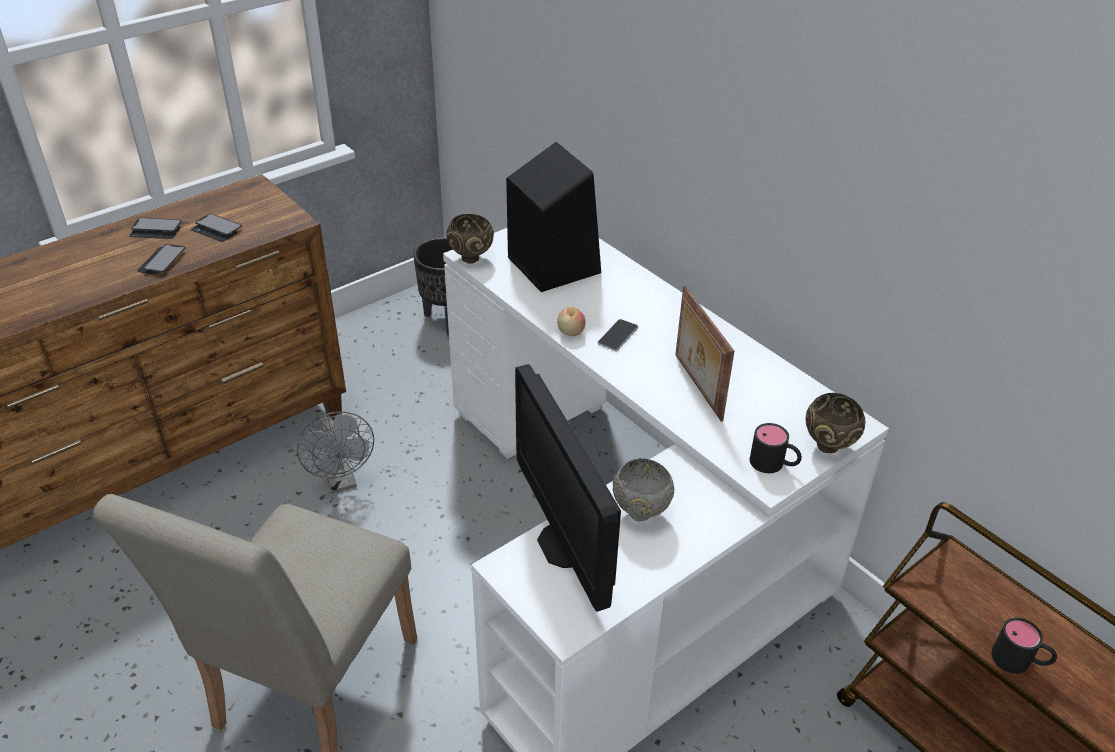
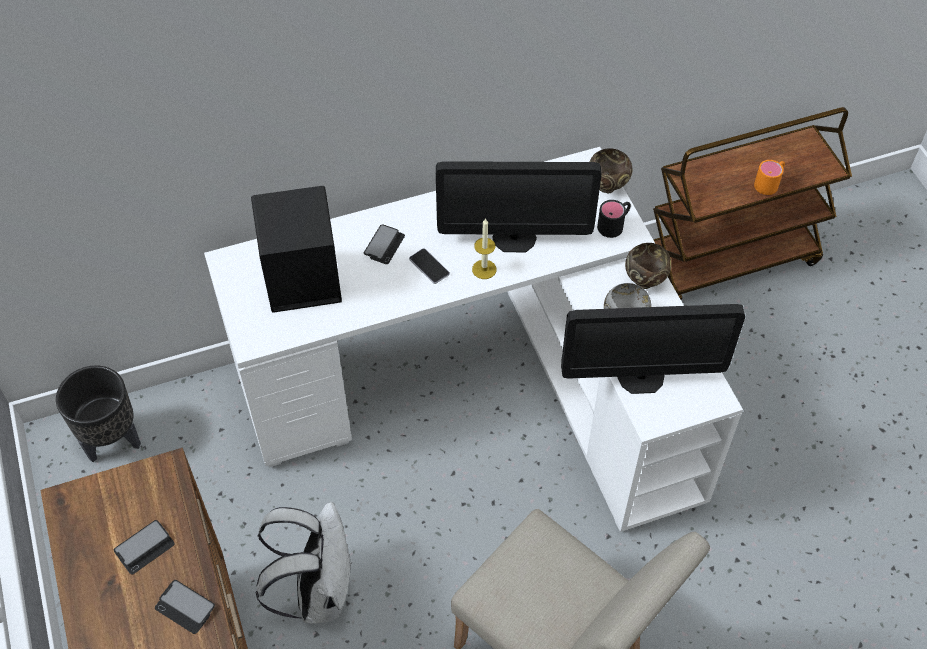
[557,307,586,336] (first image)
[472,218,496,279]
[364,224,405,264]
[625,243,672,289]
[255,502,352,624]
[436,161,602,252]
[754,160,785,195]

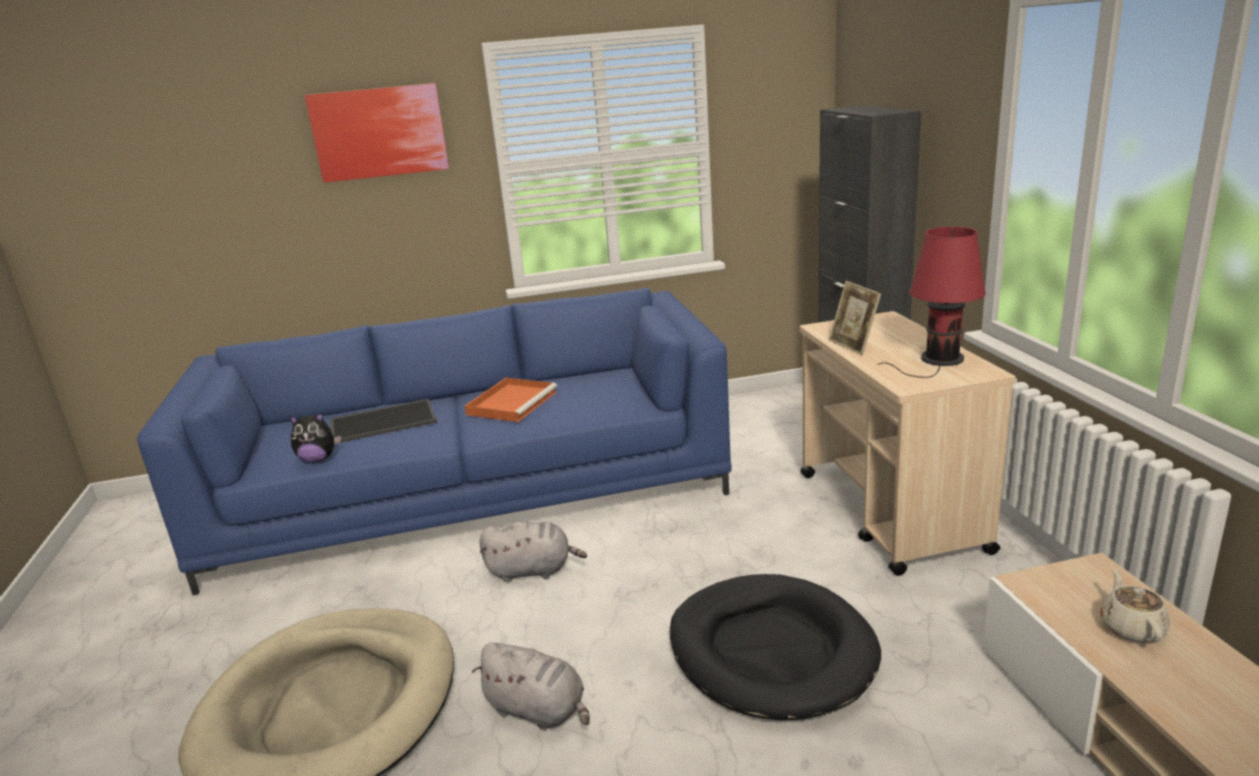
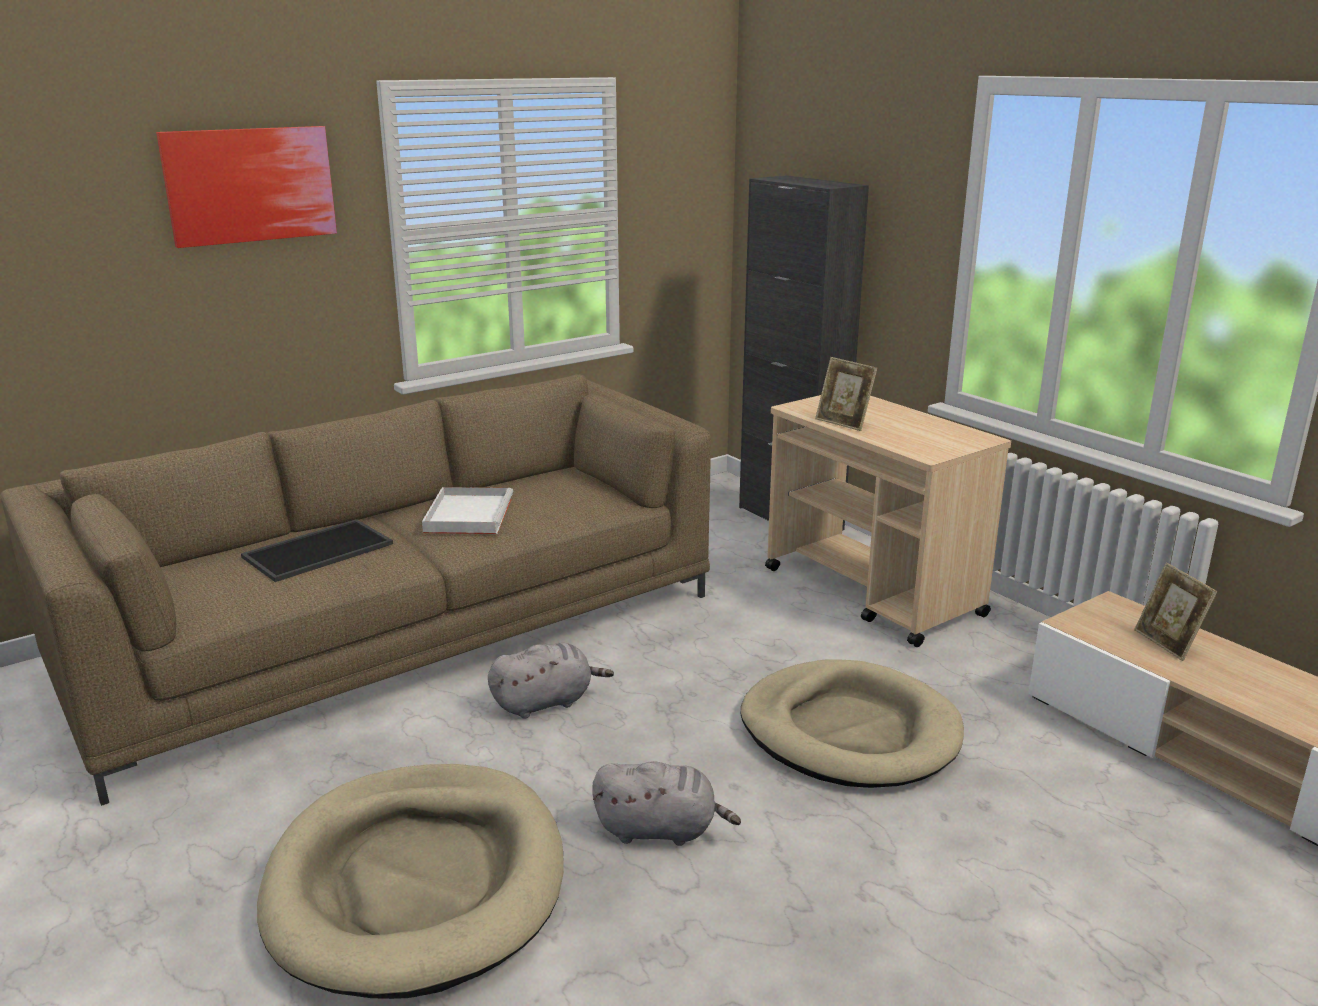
[290,412,341,462] (first image)
[877,227,986,378] (first image)
[1134,563,1217,661]
[0,374,711,806]
[422,487,513,534]
[741,659,964,788]

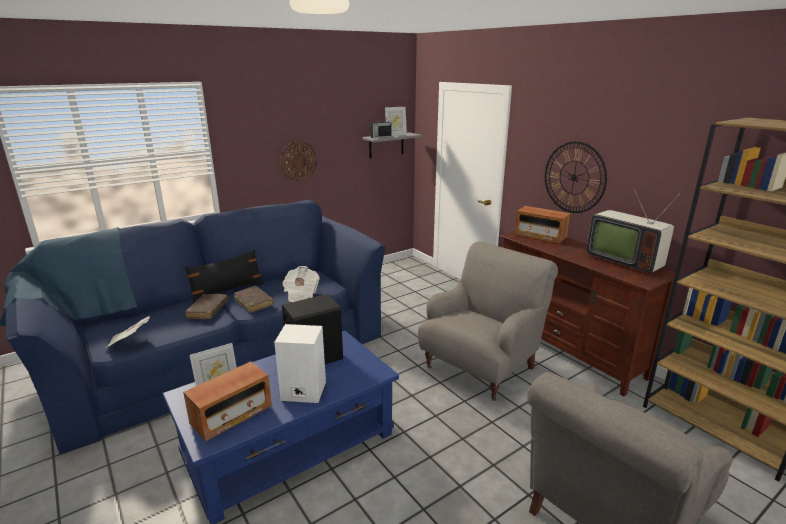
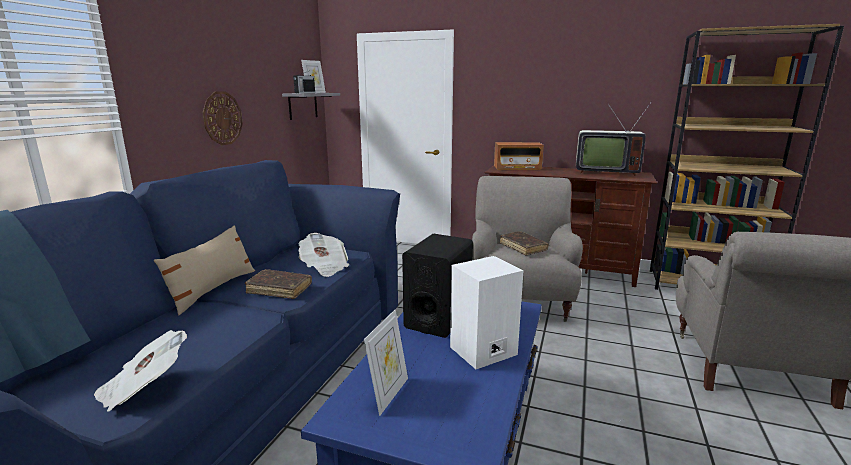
[183,361,272,442] (first image)
[545,141,607,213] (first image)
[500,231,549,255]
[154,225,255,315]

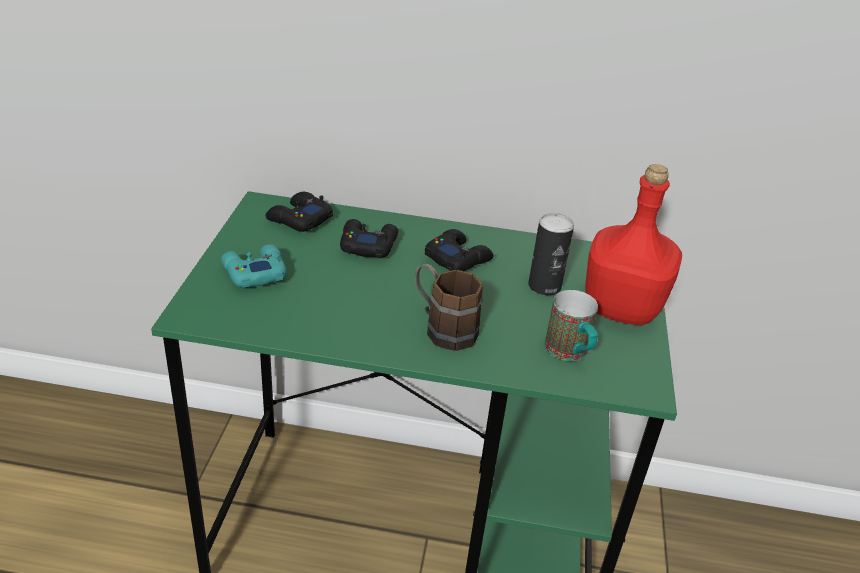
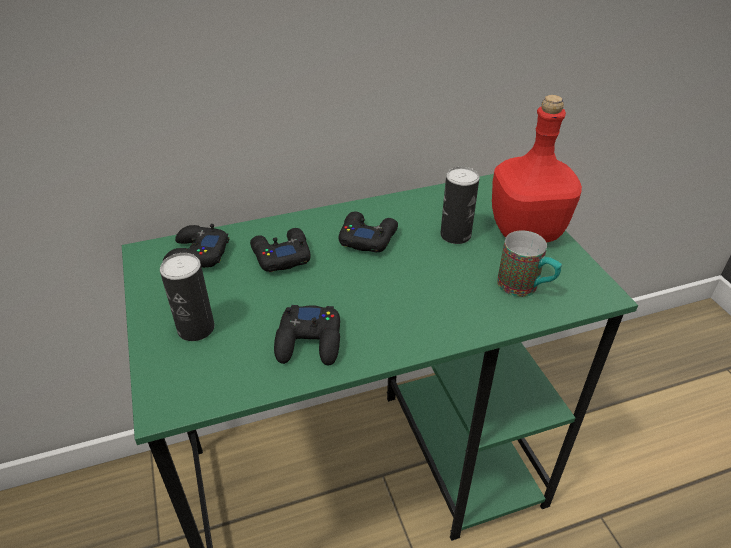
[415,263,483,351] (first image)
[274,305,340,366]
[160,253,215,341]

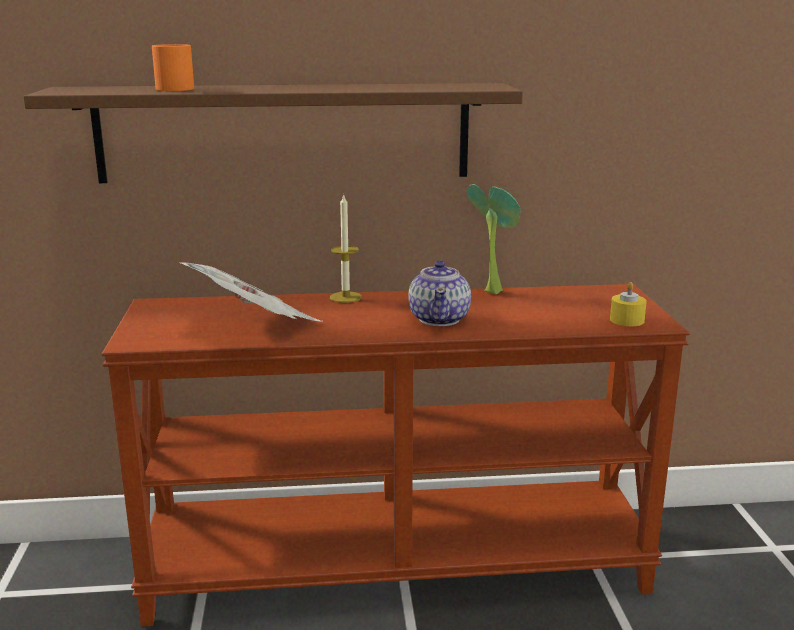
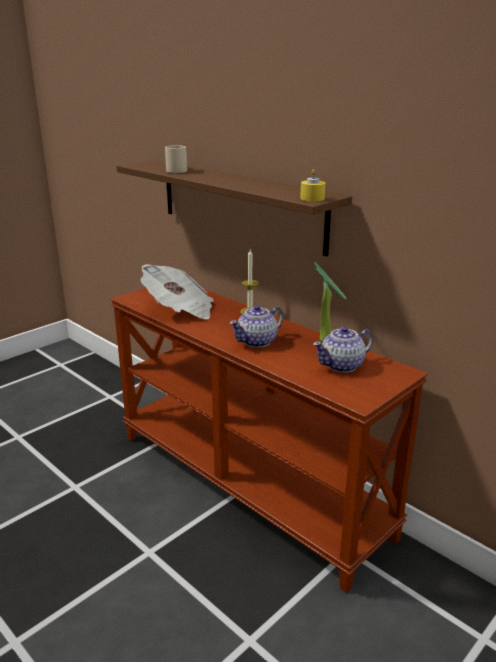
[313,326,373,373]
[300,169,325,202]
[165,145,187,173]

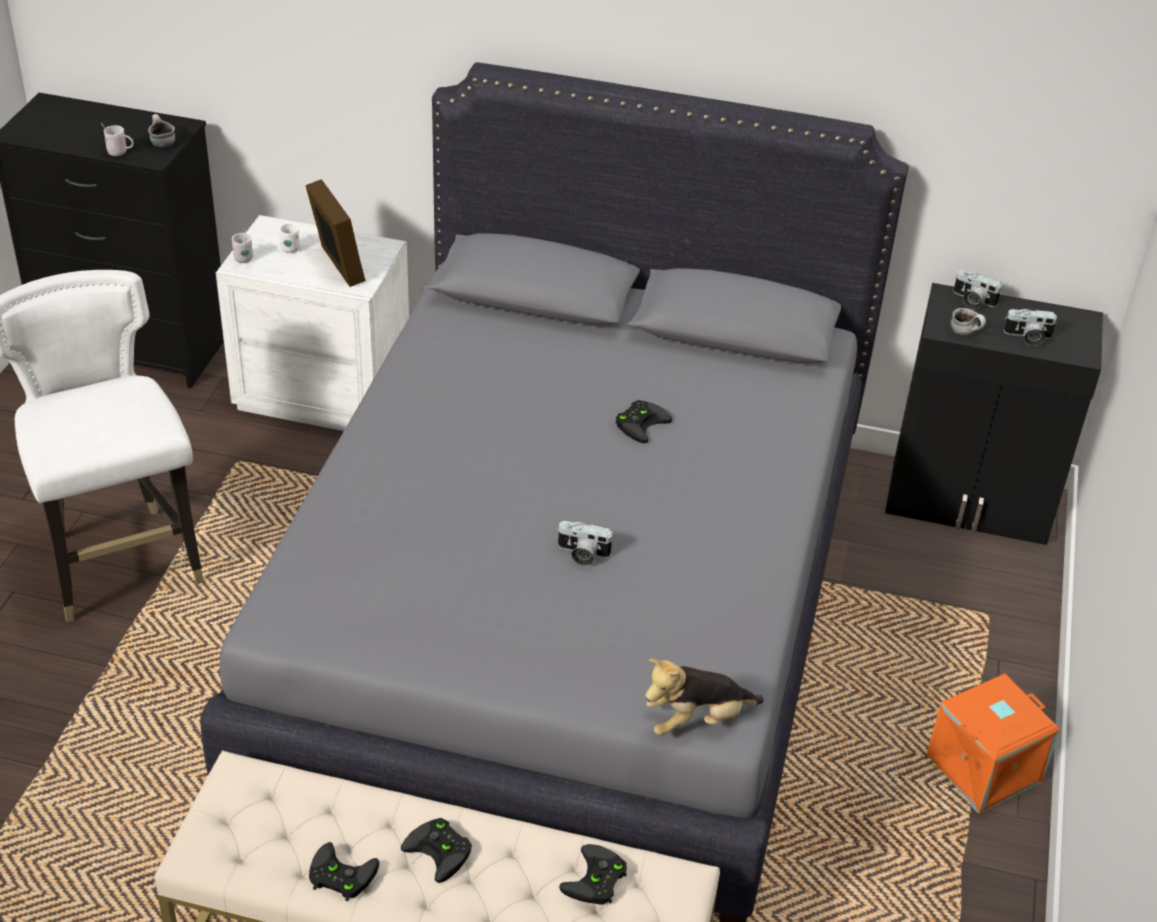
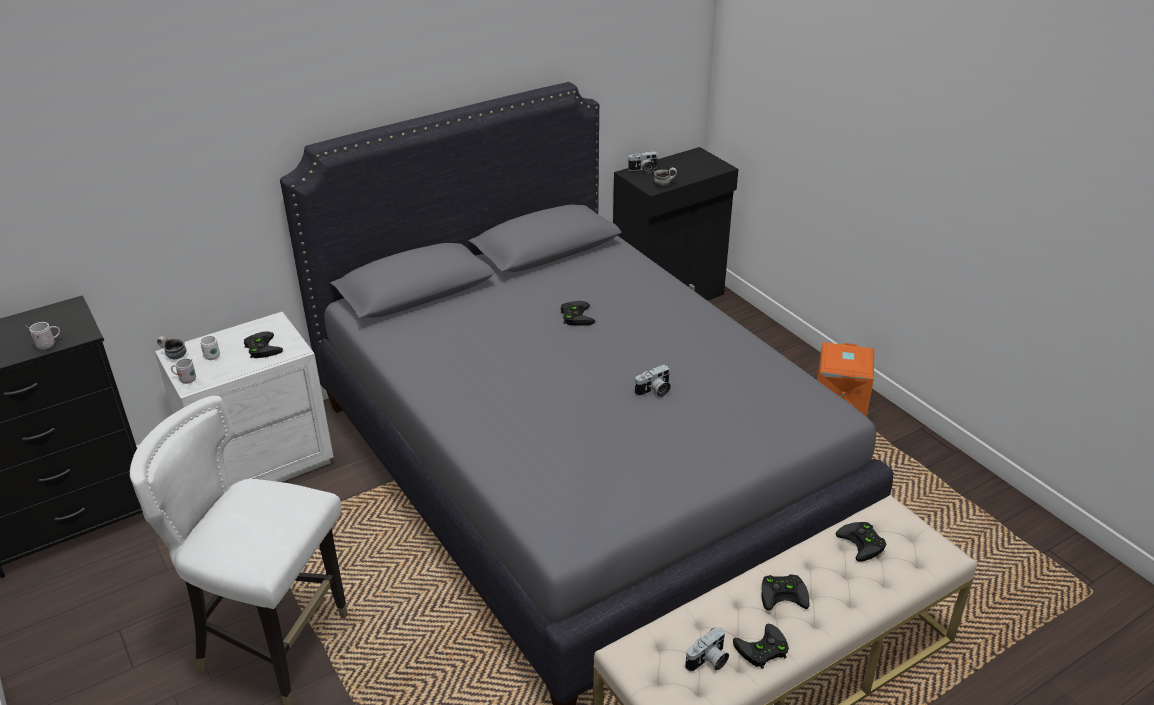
[645,658,764,736] (first image)
[157,336,186,359]
[685,626,729,672]
[244,331,283,358]

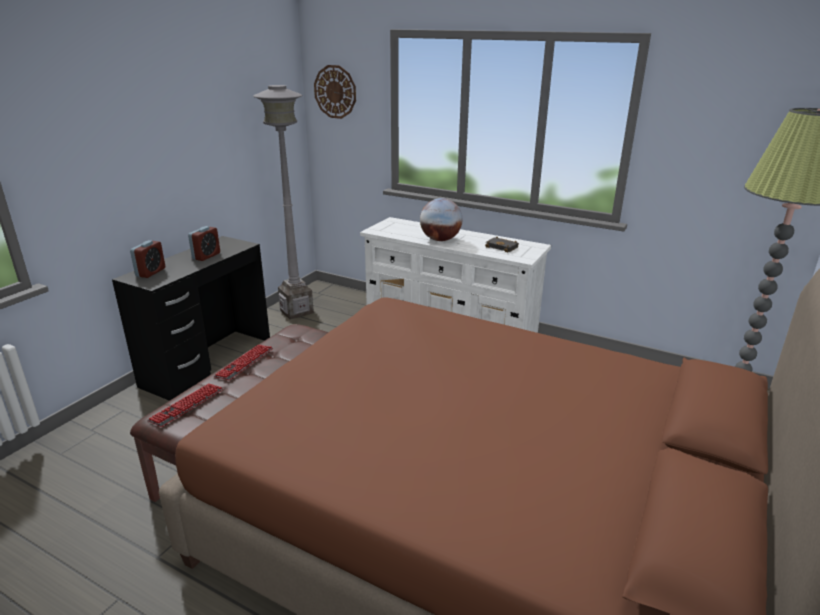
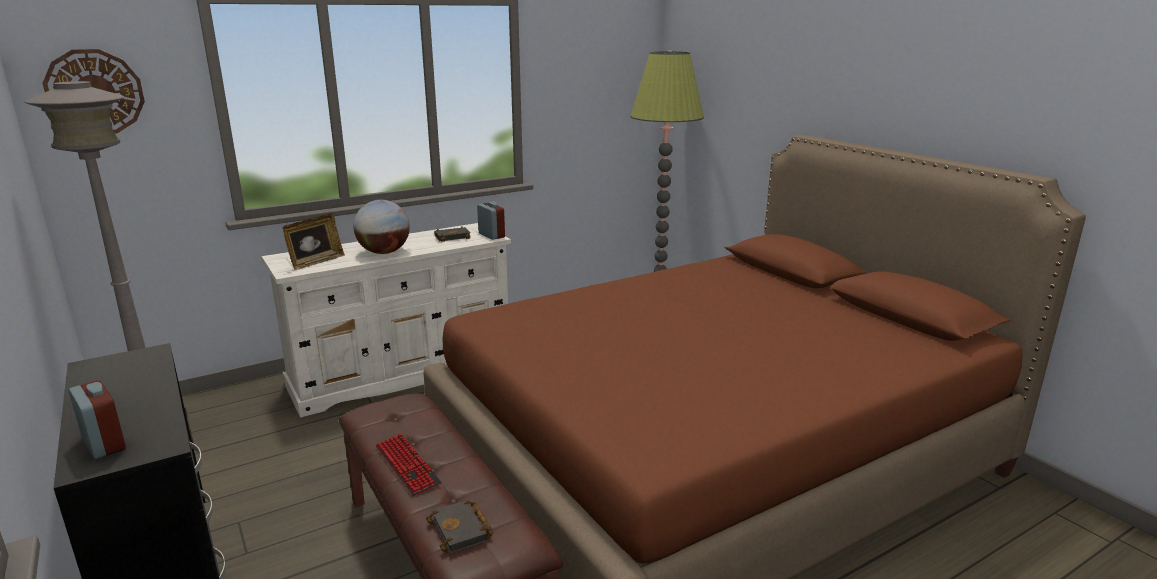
[282,213,345,270]
[477,202,505,240]
[426,500,493,554]

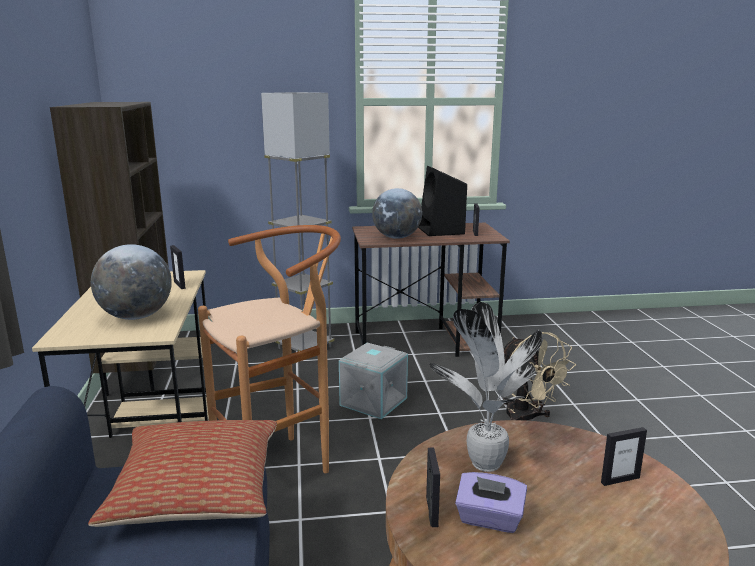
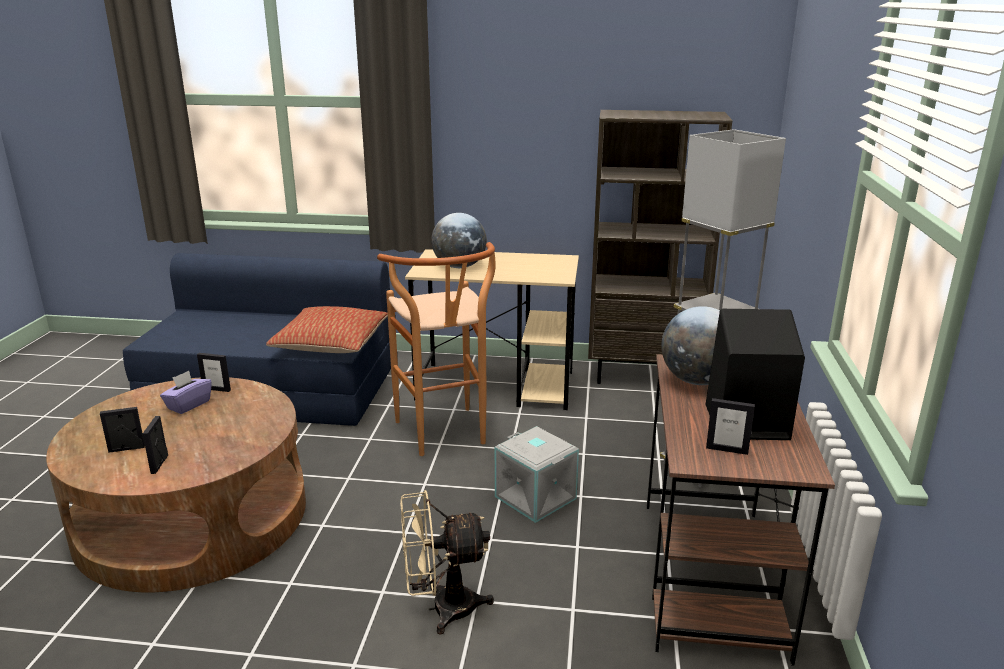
[429,302,542,472] (first image)
[100,407,145,453]

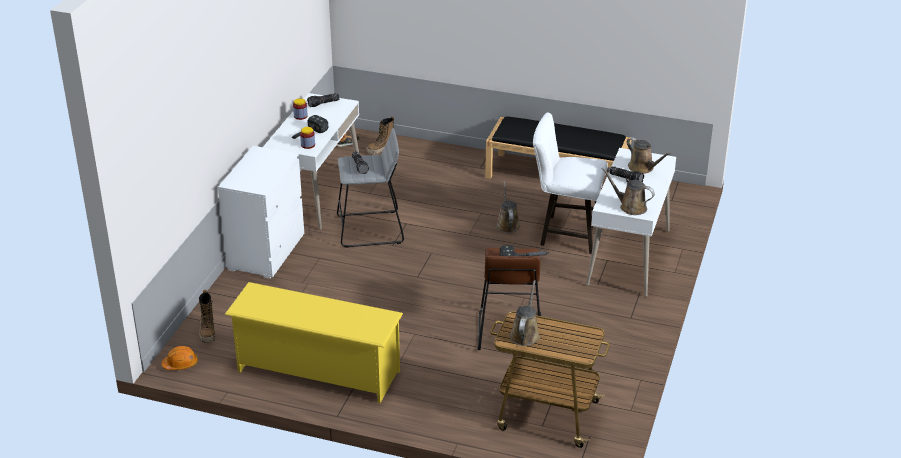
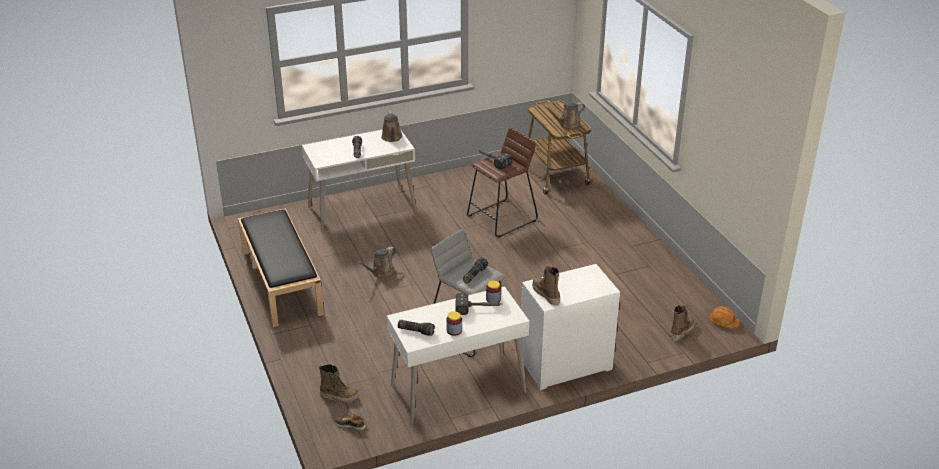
[225,282,403,403] (first image)
[533,113,608,254] (first image)
[627,137,671,174] (first image)
[532,266,560,306]

